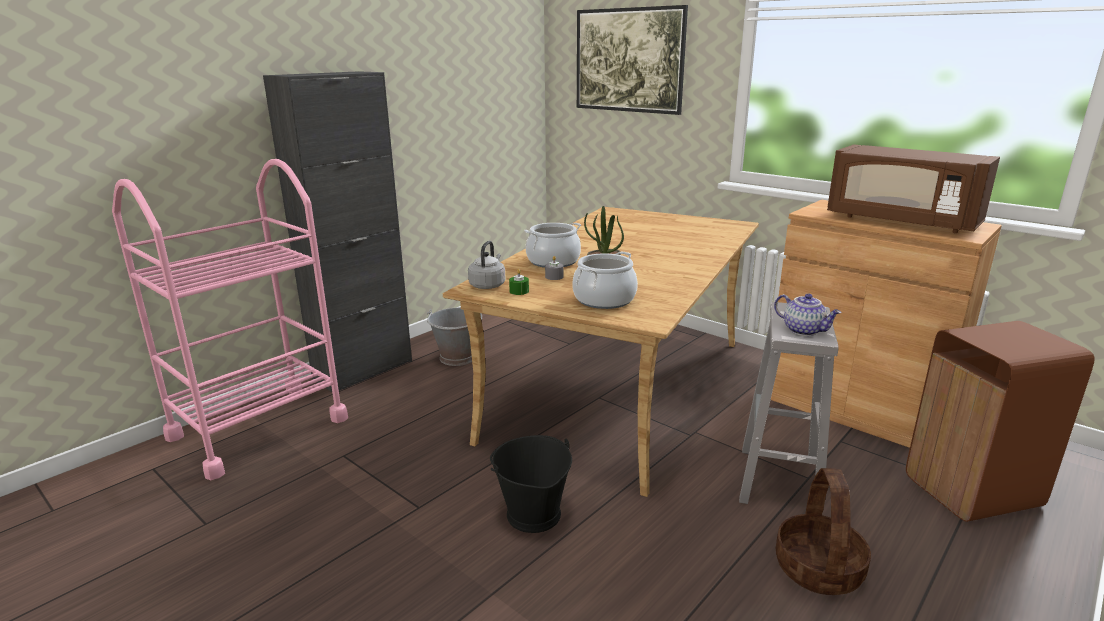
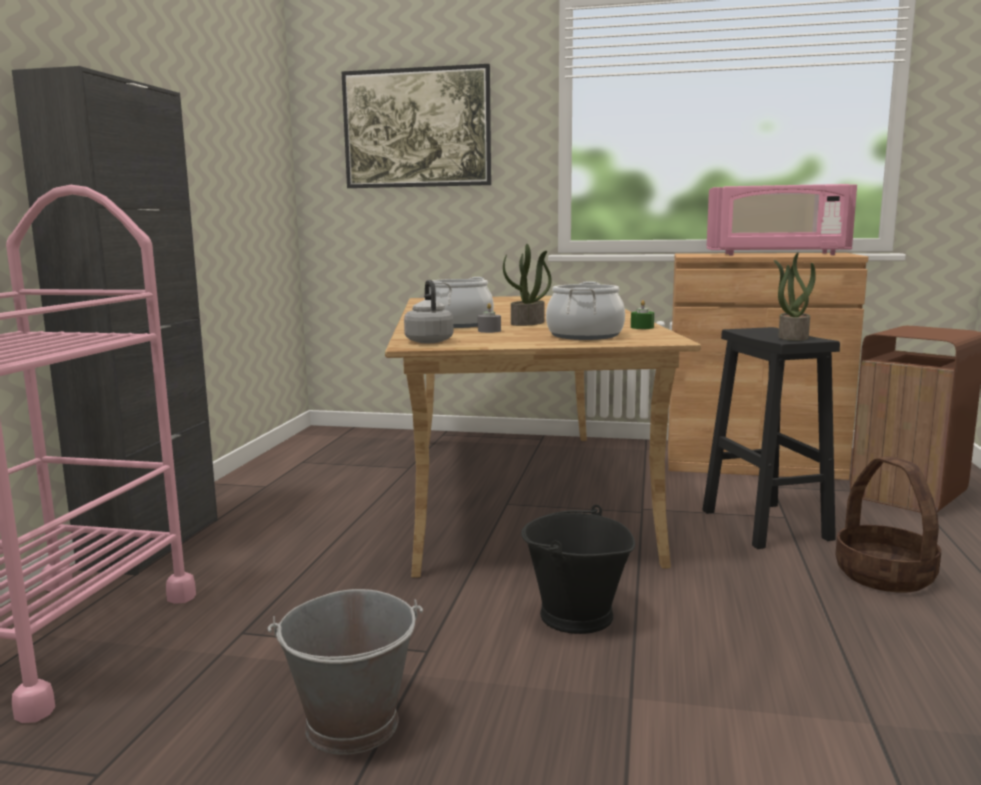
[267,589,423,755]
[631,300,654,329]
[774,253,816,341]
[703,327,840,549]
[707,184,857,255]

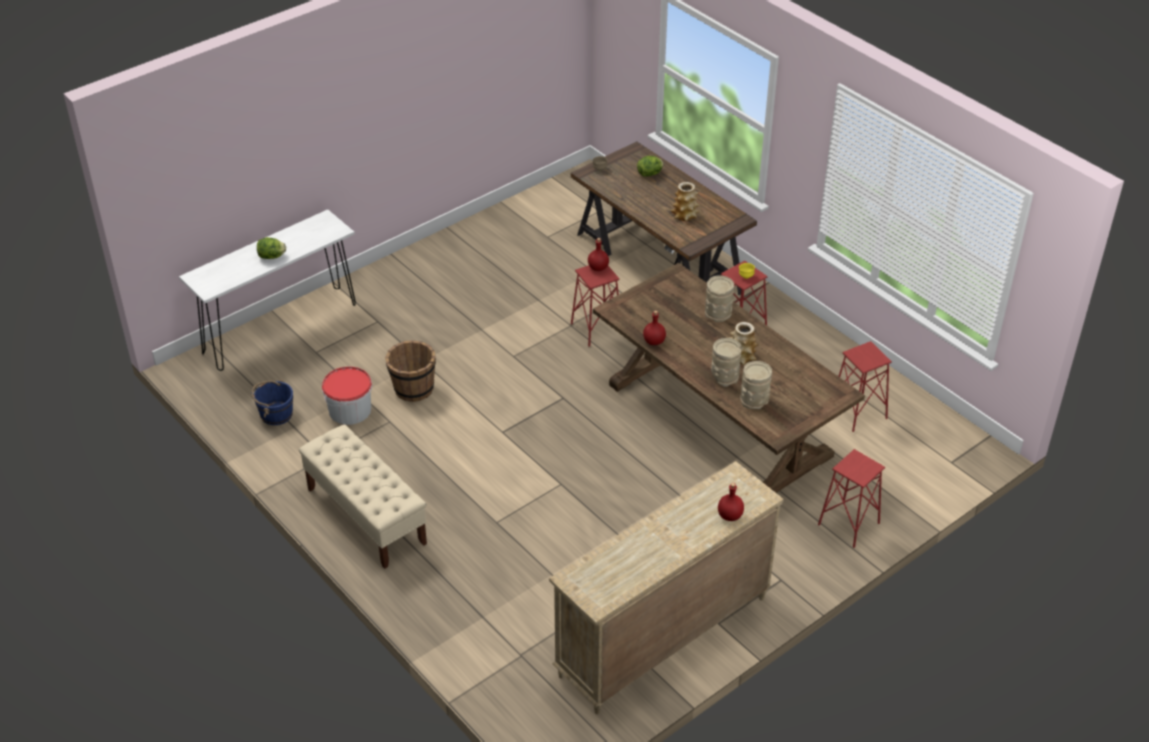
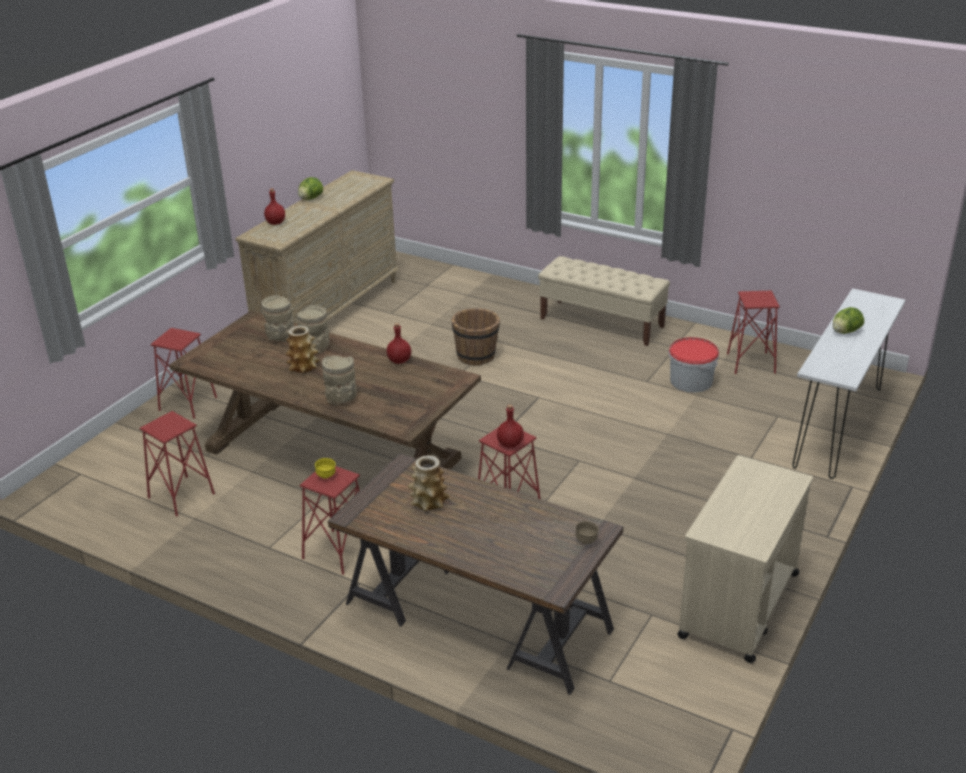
[677,455,813,663]
[451,308,500,366]
[298,177,323,200]
[727,291,780,374]

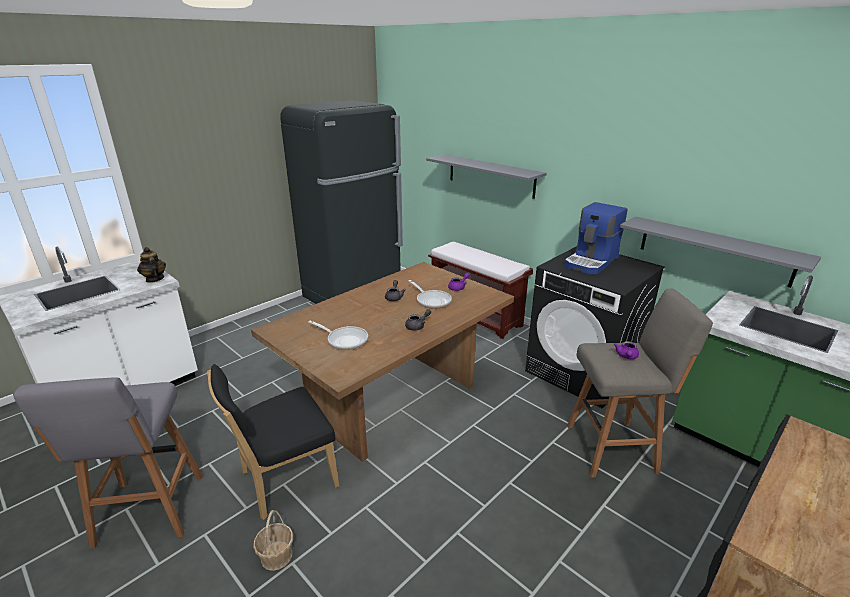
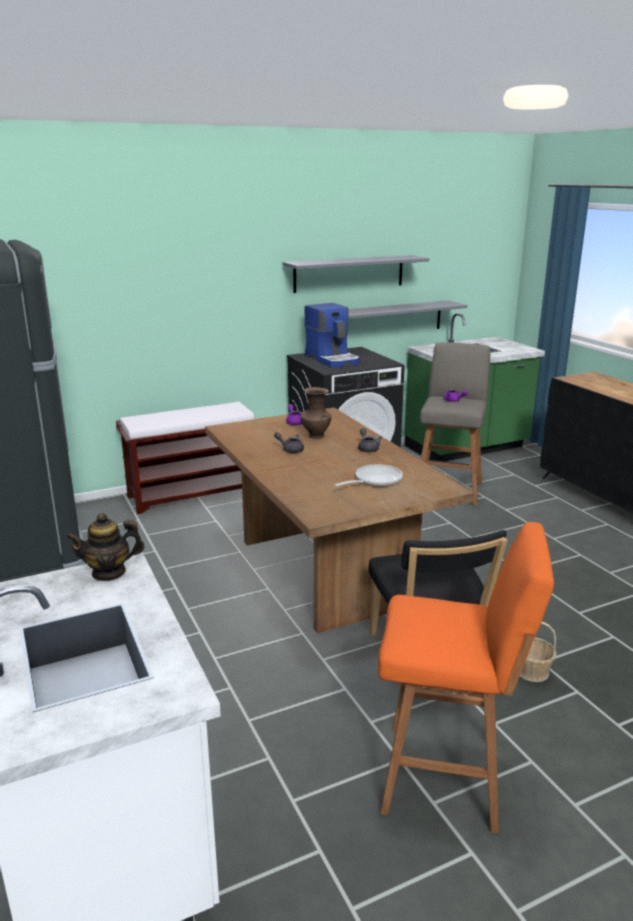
[283,255,429,293]
[300,387,331,439]
[378,522,554,833]

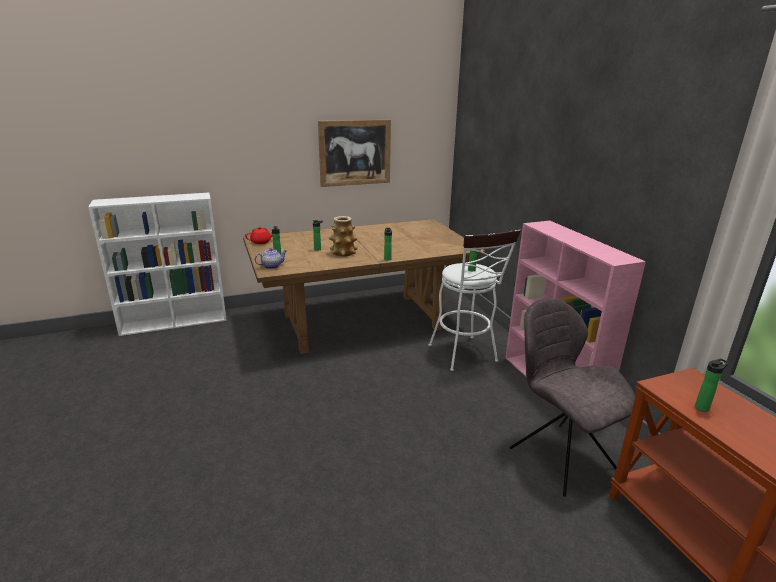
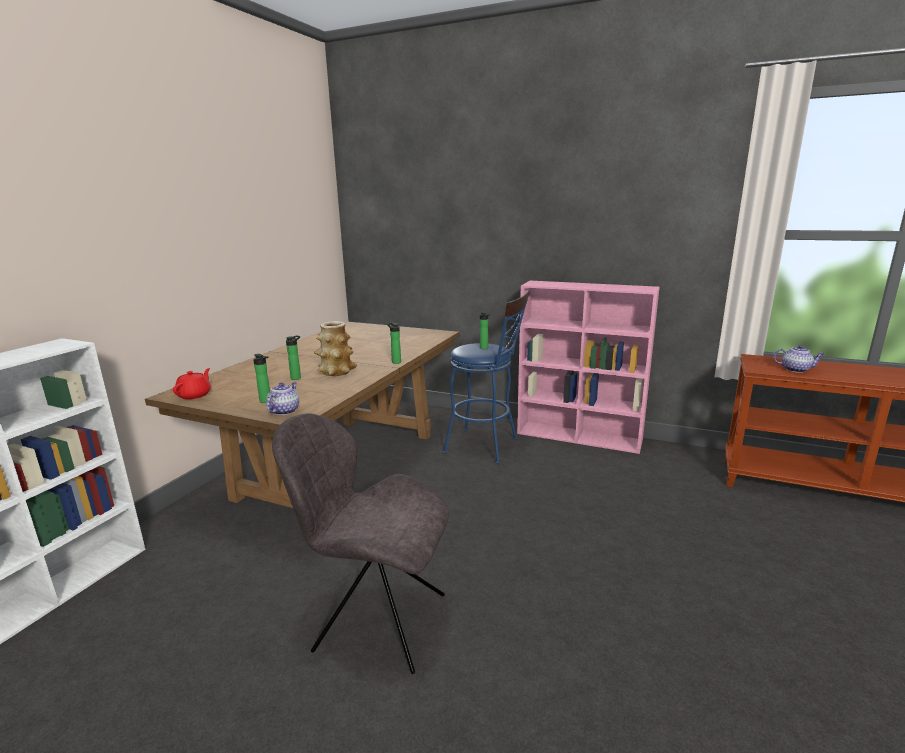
[318,119,391,187] (first image)
[272,413,449,674]
[773,345,825,373]
[443,290,530,464]

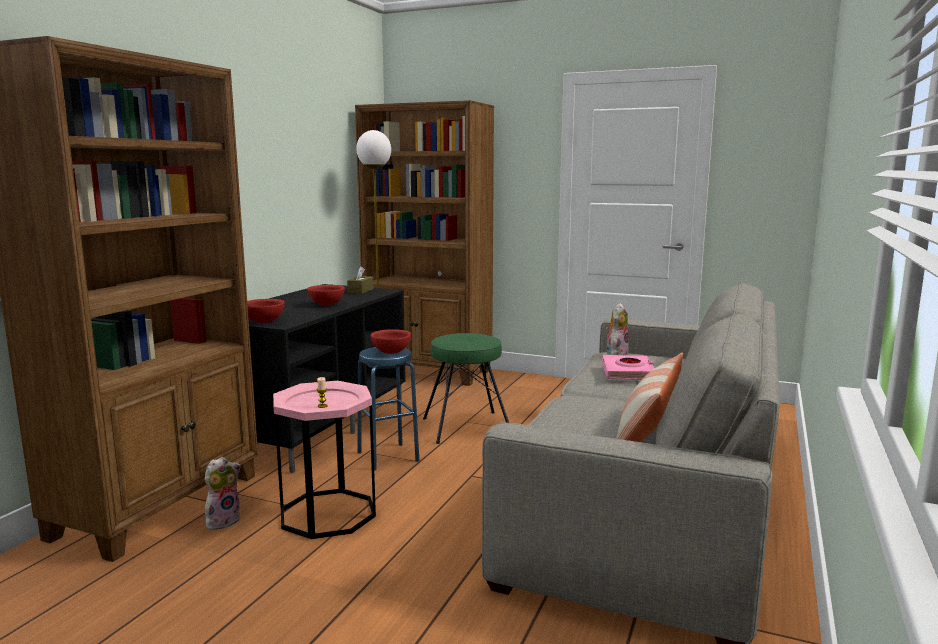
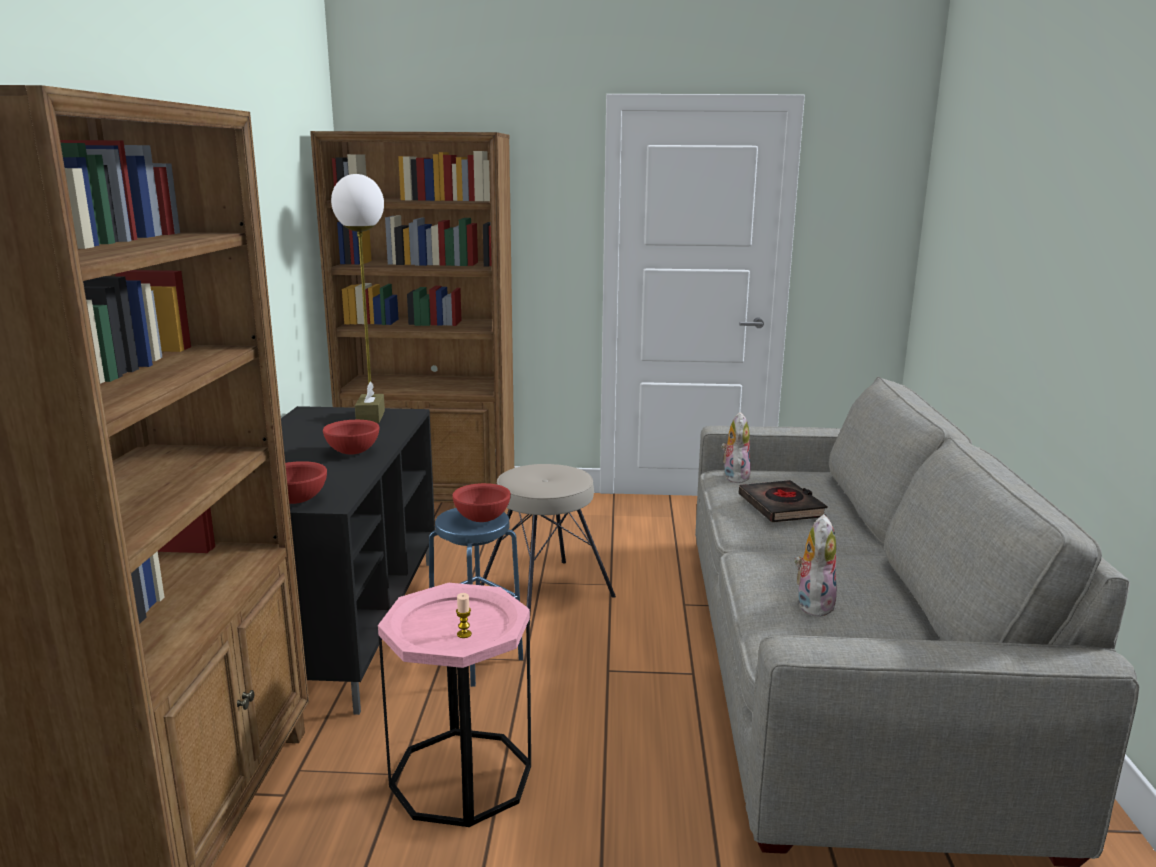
[616,352,683,442] (first image)
[794,514,837,617]
[480,464,616,614]
[739,480,827,522]

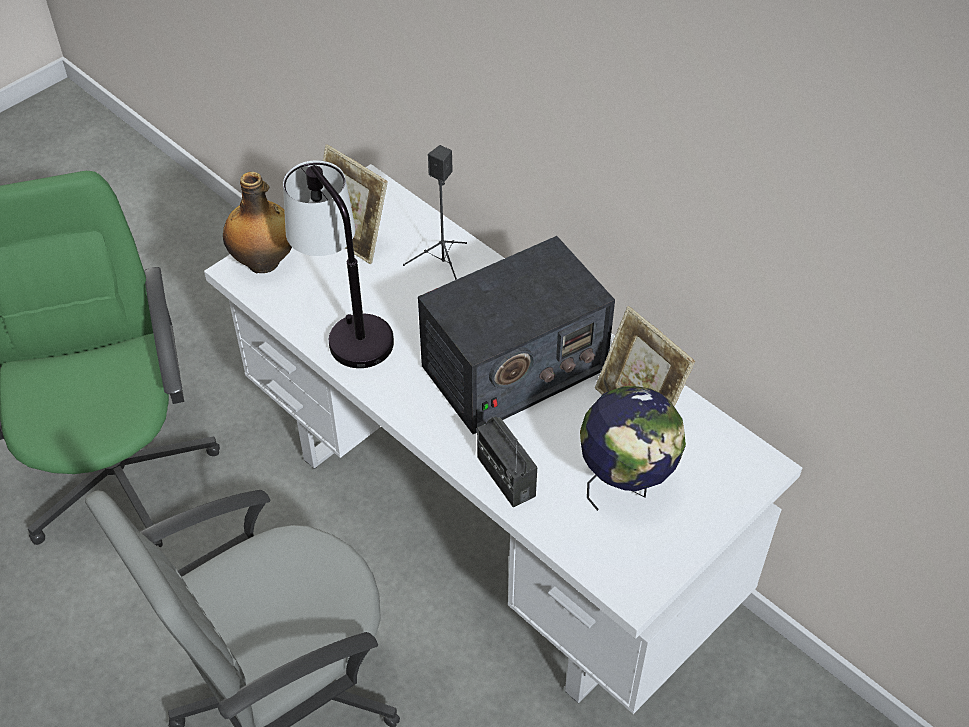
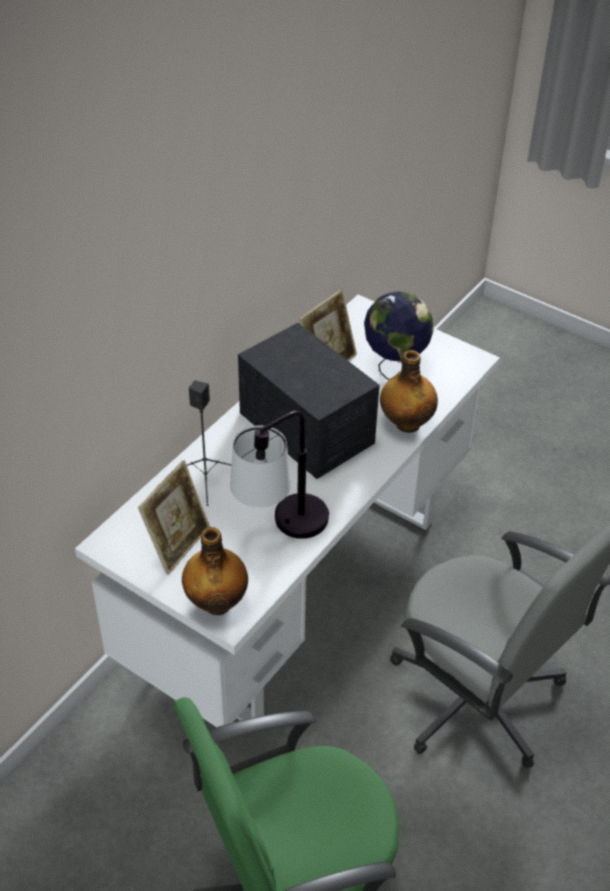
[380,350,438,433]

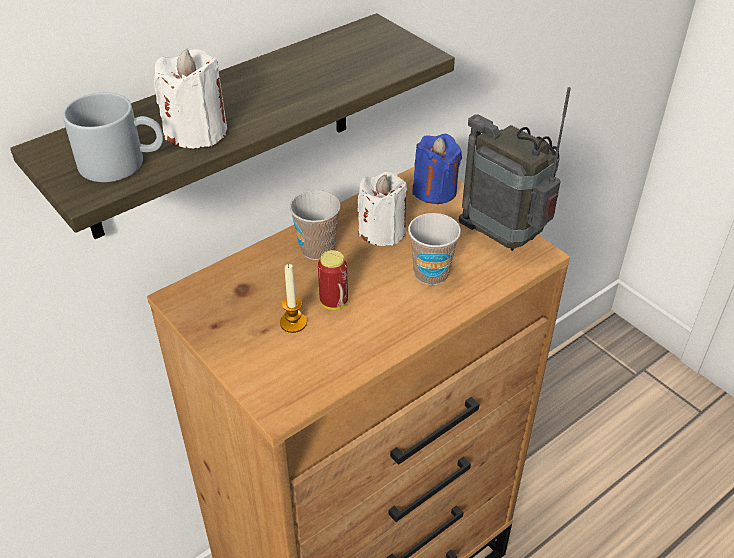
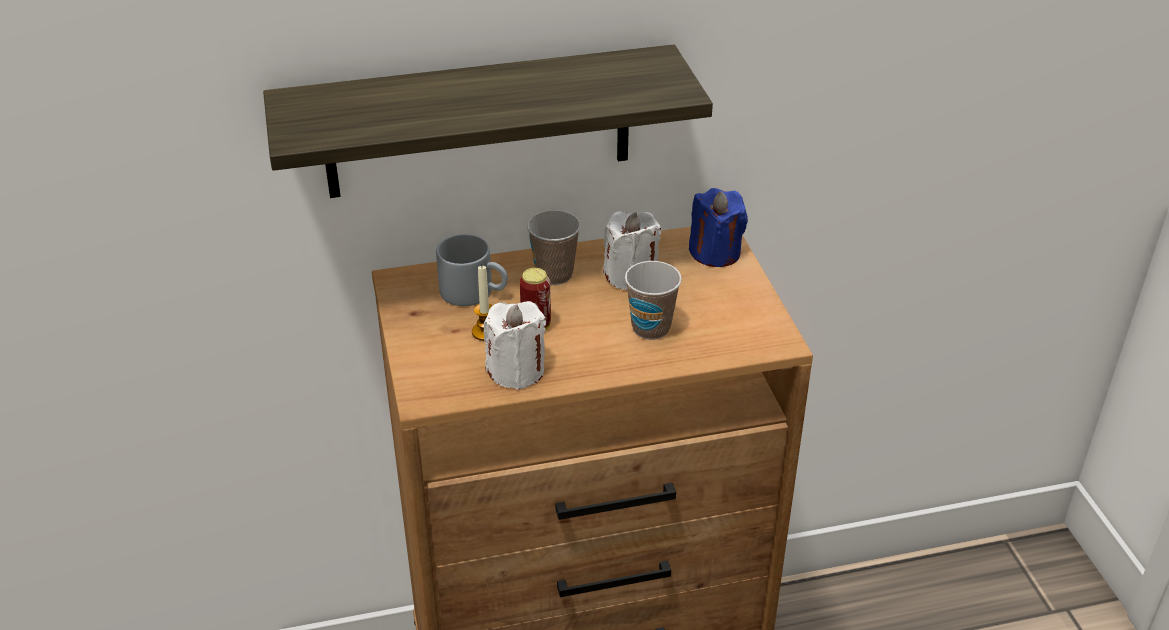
[459,87,571,251] (first image)
[436,234,508,306]
[484,301,546,390]

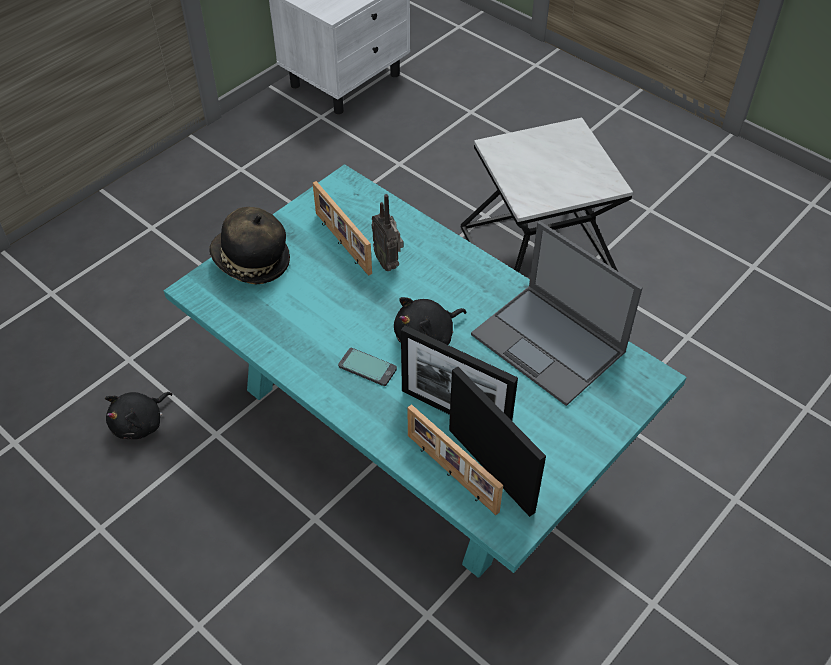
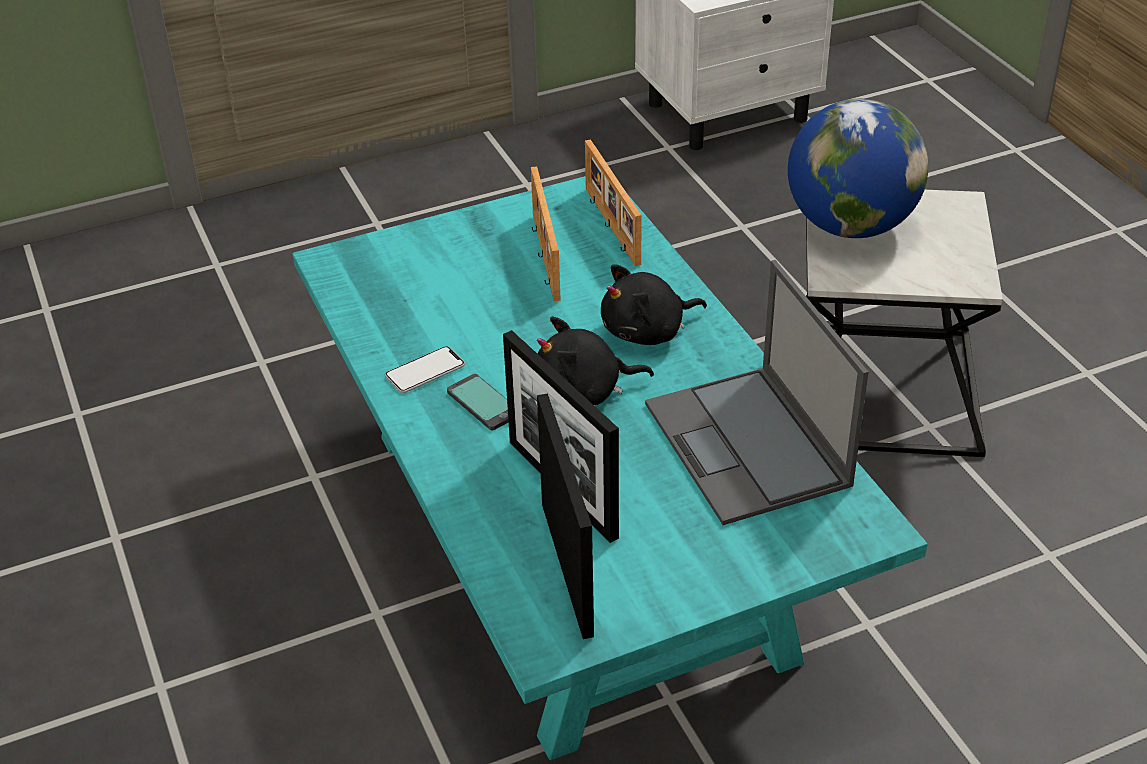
[209,207,290,284] (first image)
[371,194,404,271] (first image)
[385,346,465,393]
[788,99,928,238]
[601,264,707,345]
[585,139,642,266]

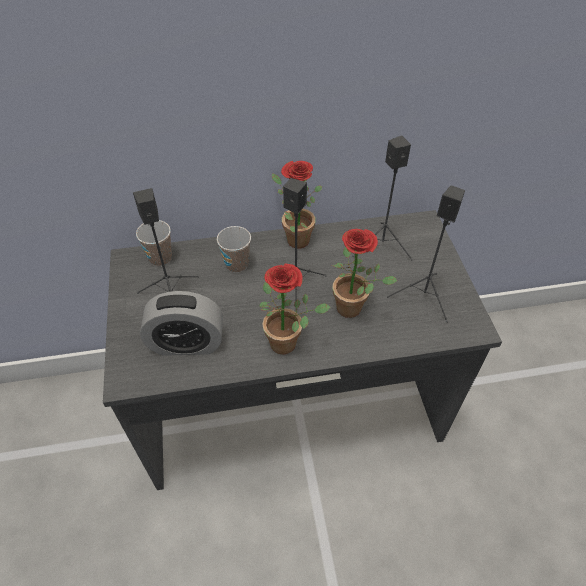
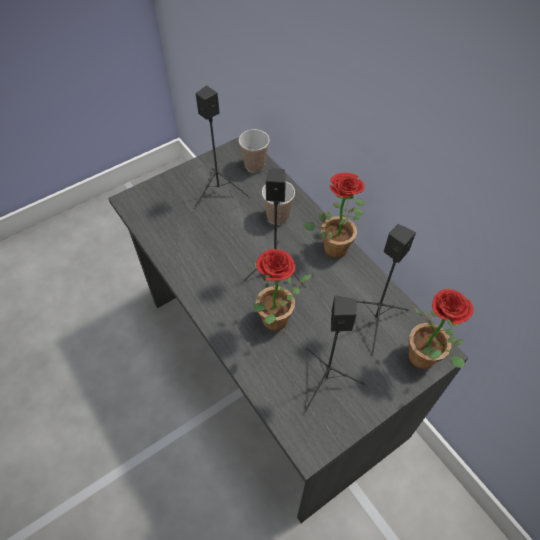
[140,291,223,356] (first image)
[409,289,473,369]

